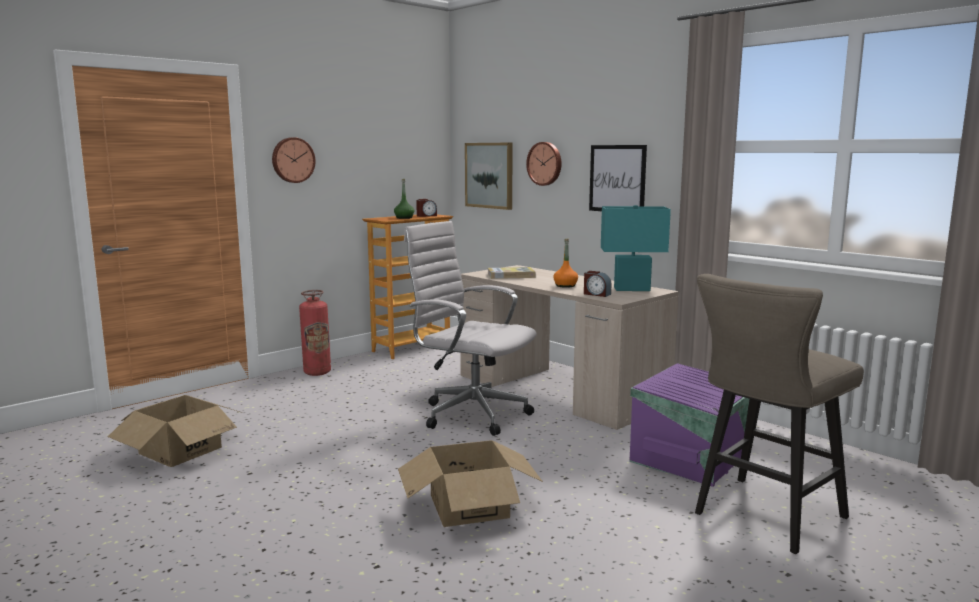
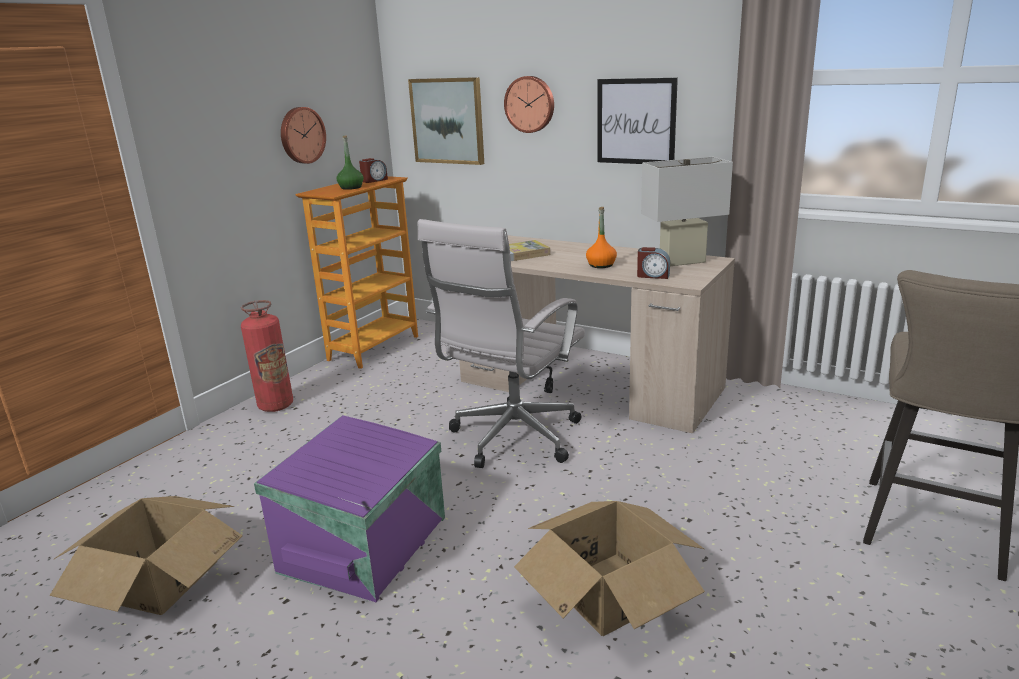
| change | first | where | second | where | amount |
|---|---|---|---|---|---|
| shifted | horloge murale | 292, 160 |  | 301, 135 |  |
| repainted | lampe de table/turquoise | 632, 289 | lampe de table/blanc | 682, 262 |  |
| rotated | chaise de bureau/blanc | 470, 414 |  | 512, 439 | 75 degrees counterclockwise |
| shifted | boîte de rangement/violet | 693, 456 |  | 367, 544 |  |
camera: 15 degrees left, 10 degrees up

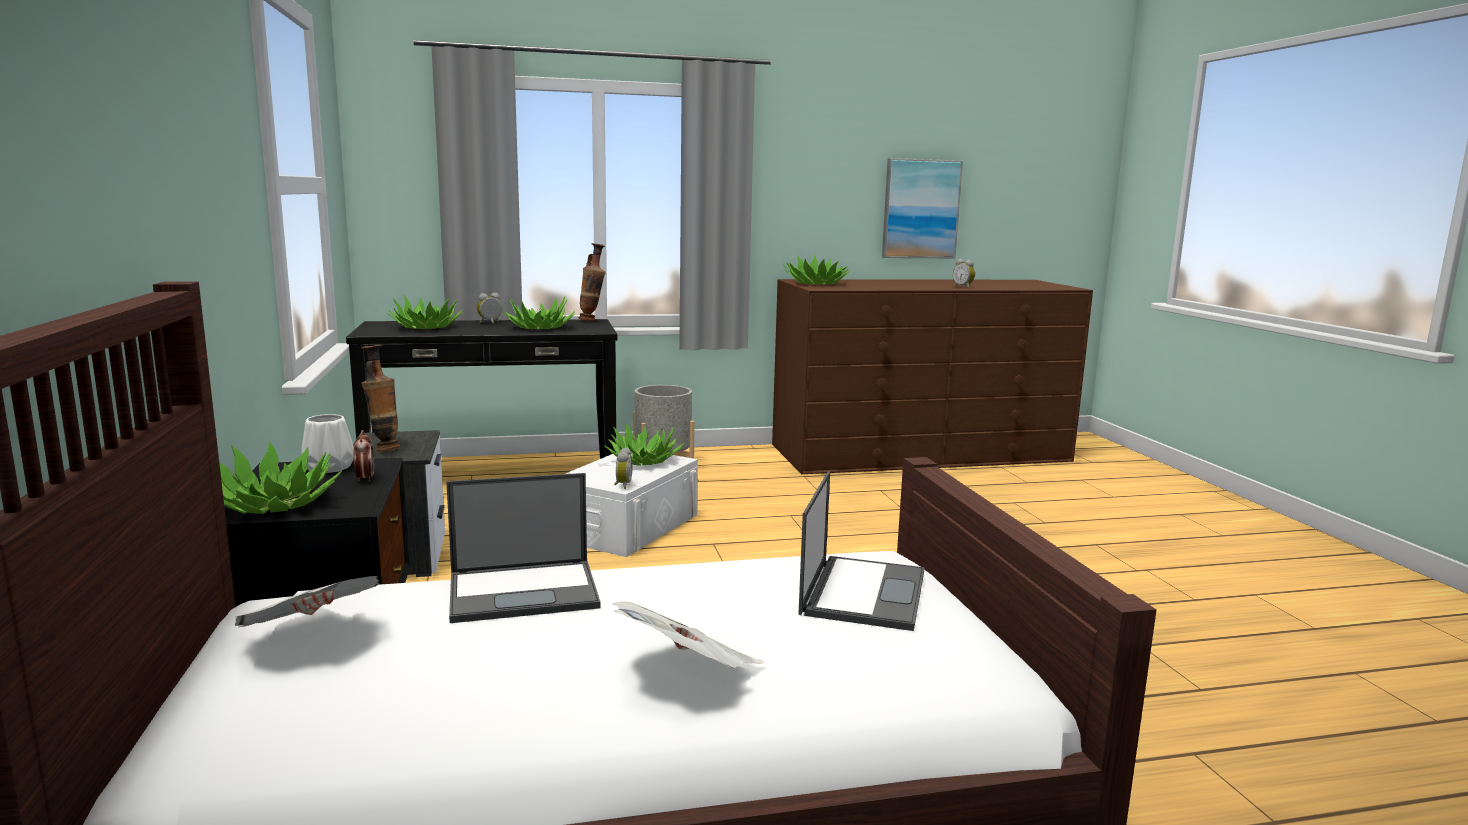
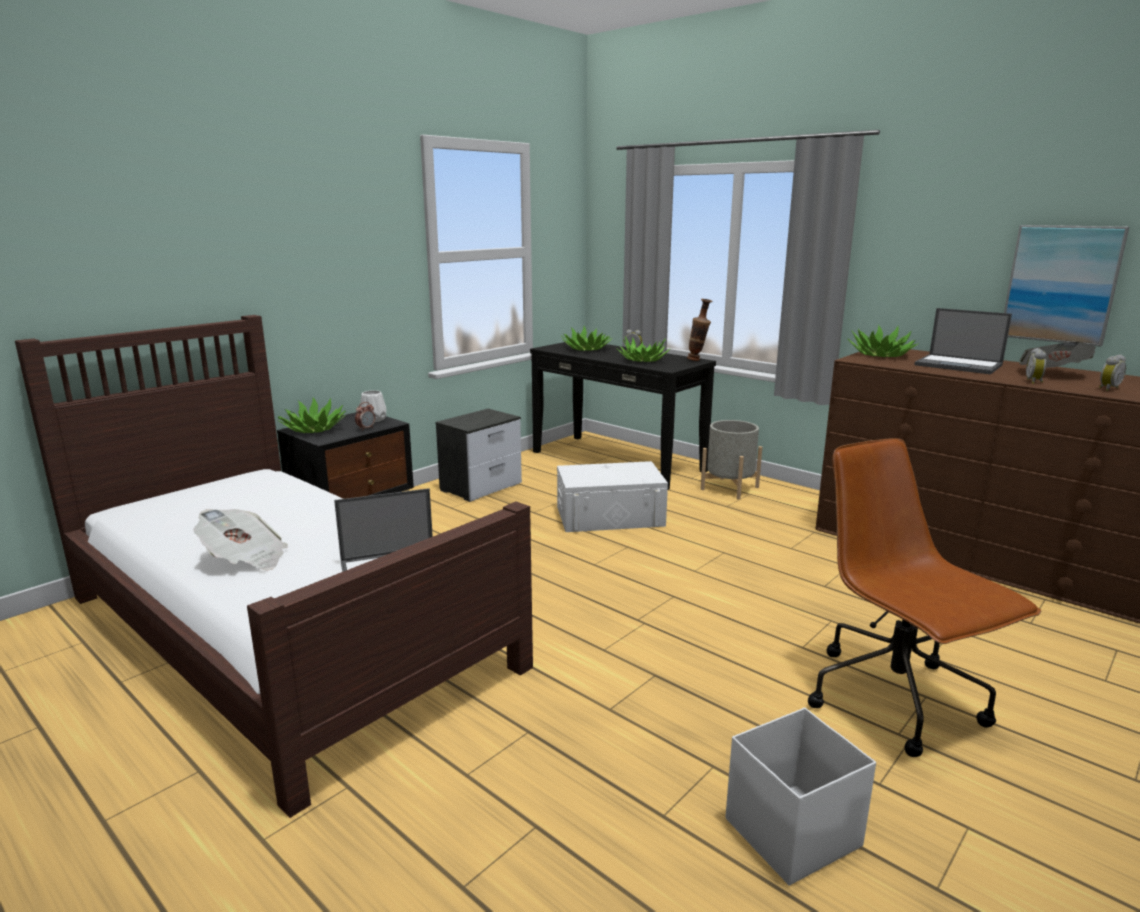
| change | first | where | second | where | amount |
|---|---|---|---|---|---|
| gone | vase | 384, 449 |  |  |  |
| gone | plante en pot | 643, 460 |  |  |  |
| shifted | réveil | 622, 485 |  | 1107, 388 |  |
| shifted | ordinateur portable | 525, 591 |  | 959, 365 |  |
| shifted | journal | 311, 637 |  | 1052, 373 |  |
| new |  |  | chaise de bureau/marron | 896, 700 |  |
| new |  |  | boîte de rangement/blanc | 790, 833 |  |
camera: 55 degrees right, 5 degrees up

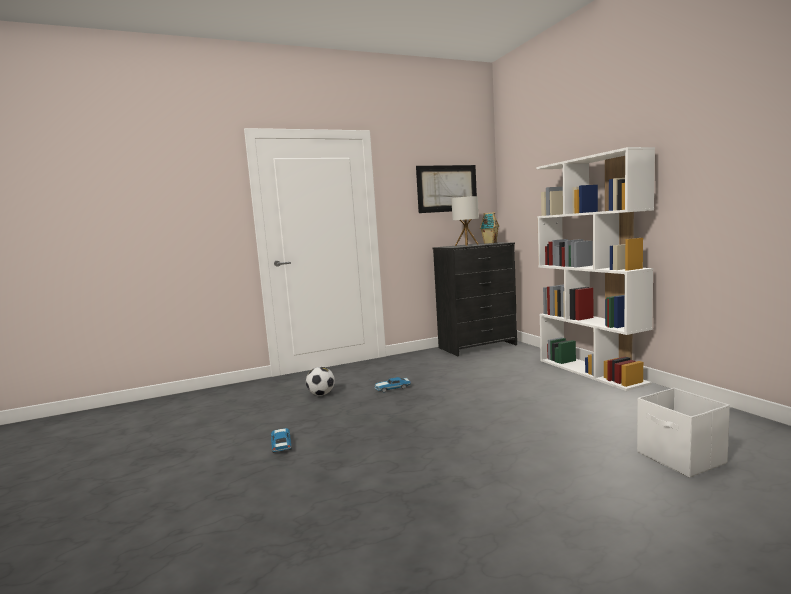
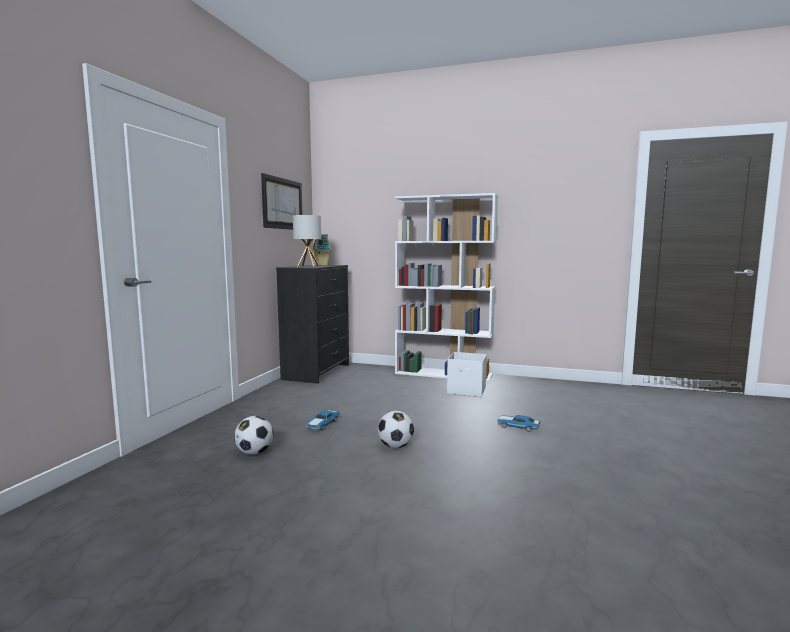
| change | first | where | second | where | amount |
|---|---|---|---|---|---|
| shifted | boîte de rangement/blanc | 681, 458 |  | 467, 391 |  |
| shifted | petite voiture | 281, 444 |  | 517, 427 |  |
| new |  |  | ballon de foot | 395, 446 |  |
camera: 50 degrees left, 0 degrees up

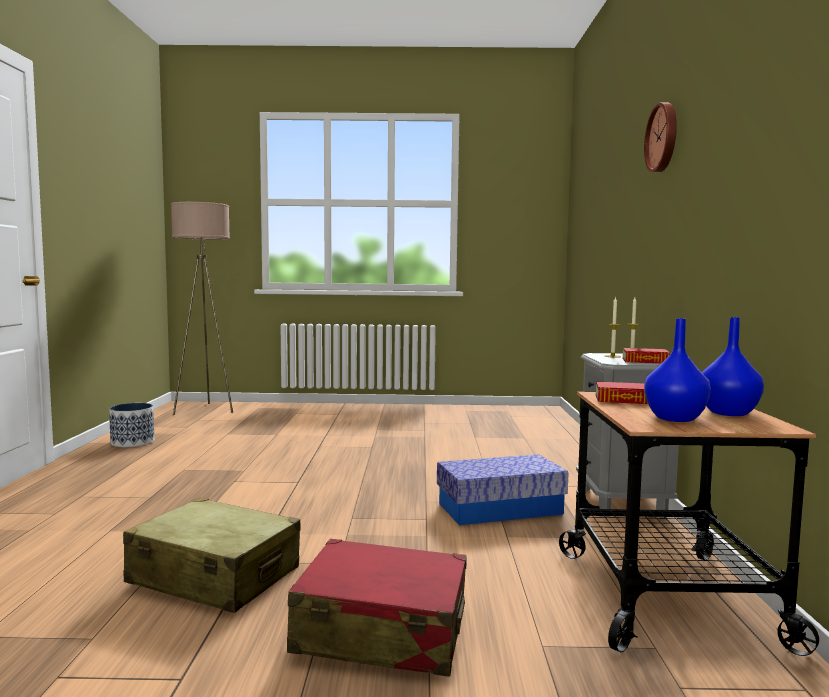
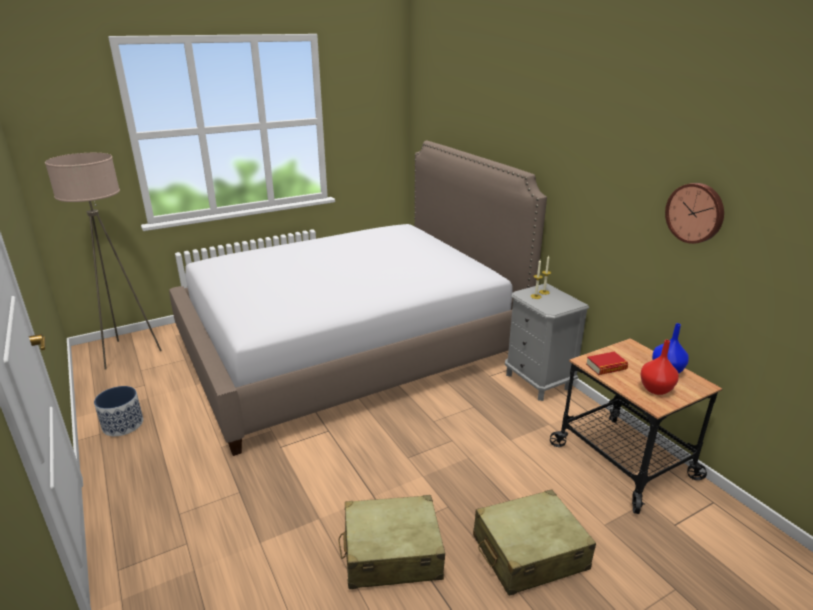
| change | first | where | second | where | amount |
|---|---|---|---|---|---|
| shifted | horloge murale | 663, 138 |  | 695, 212 |  |
| repainted | vase/bleu | 676, 419 | vase/rouge | 656, 389 |  |
| gone | livre | 645, 361 |  |  |  |
| gone | boîte de rangement | 500, 509 |  |  |  |
| repainted | valise/rouge | 381, 632 | valise/beige | 529, 553 |  |
| new |  |  | lit | 350, 349 |  |
camera: 30 degrees left, 20 degrees up

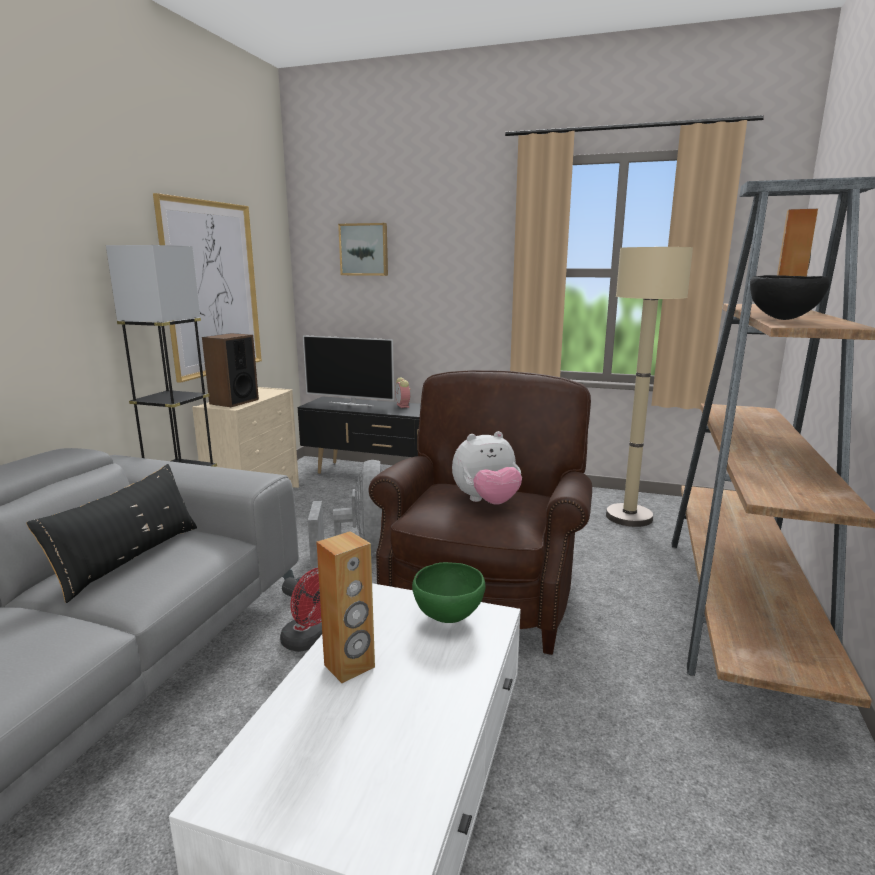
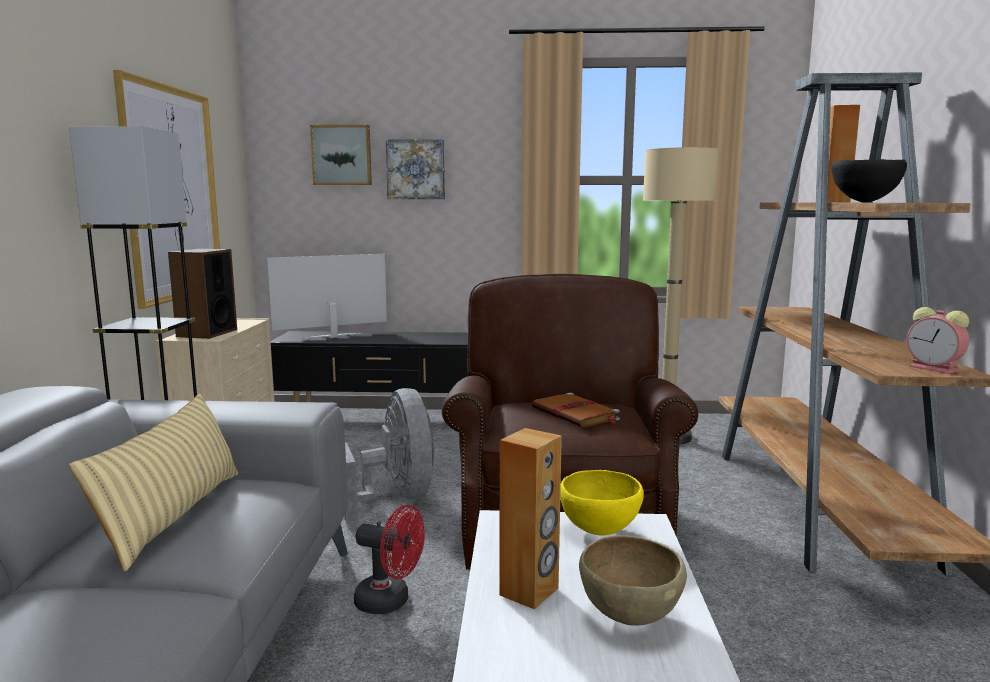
| change | first | where | second | where | amount |
|---|---|---|---|---|---|
| rotated | téléviseur | 351, 404 |  | 333, 336 | 150 degrees clockwise |
| shifted | réveil | 403, 406 |  | 935, 369 |  |
| swapped | peluche | 487, 502 | livre/marron | 576, 414 |  |
| repainted | coussin/noir | 129, 559 | coussin/beige | 174, 515 |  |
| repainted | bol/vert | 448, 618 | bol/jaune | 600, 531 |  |
| new |  |  | tableau | 416, 169 |  |
| new |  |  | bol/marron | 629, 617 |  |
camera: 15 degrees left, 5 degrees down

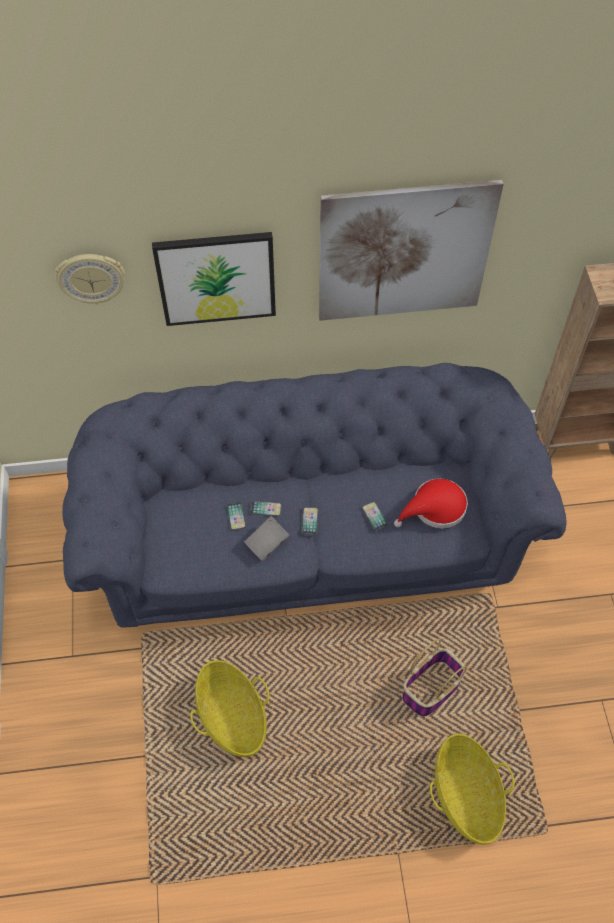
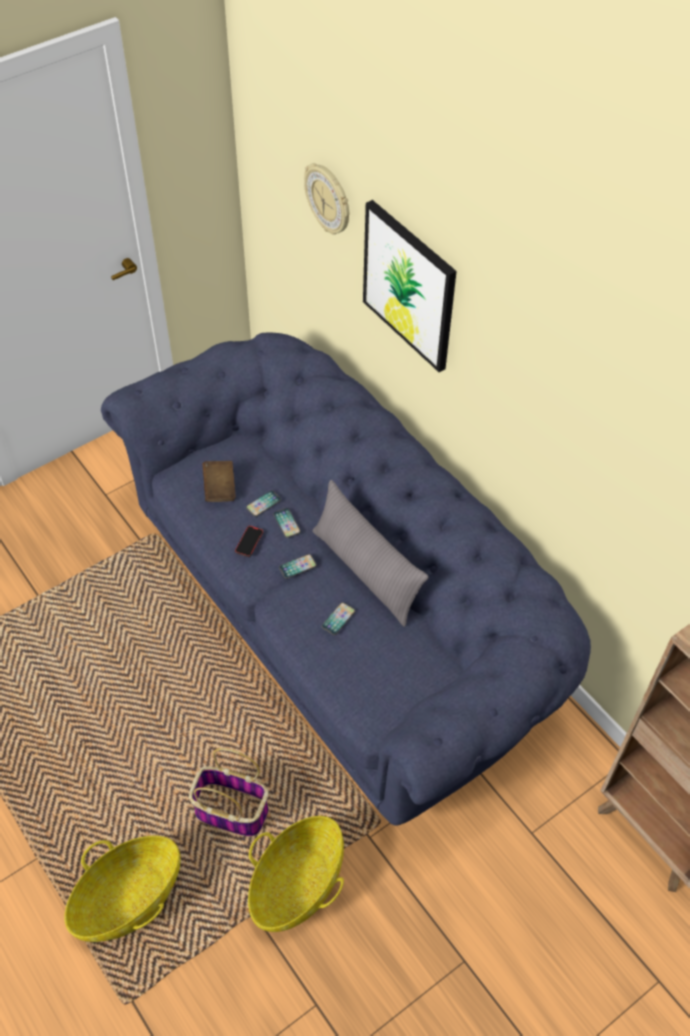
| change | first | where | second | where | amount |
|---|---|---|---|---|---|
| gone | tableau | 404, 252 |  |  |  |
| gone | chapeau/rouge | 435, 508 |  |  |  |
| swapped | livre/gris | 267, 543 | téléphone | 249, 542 |  |
| shifted | panier | 232, 716 |  | 297, 884 |  |
| new |  |  | livre/marron | 220, 488 |  |
| new |  |  | coussin/gris | 366, 572 |  |
camera: 60 degrees right, 5 degrees down

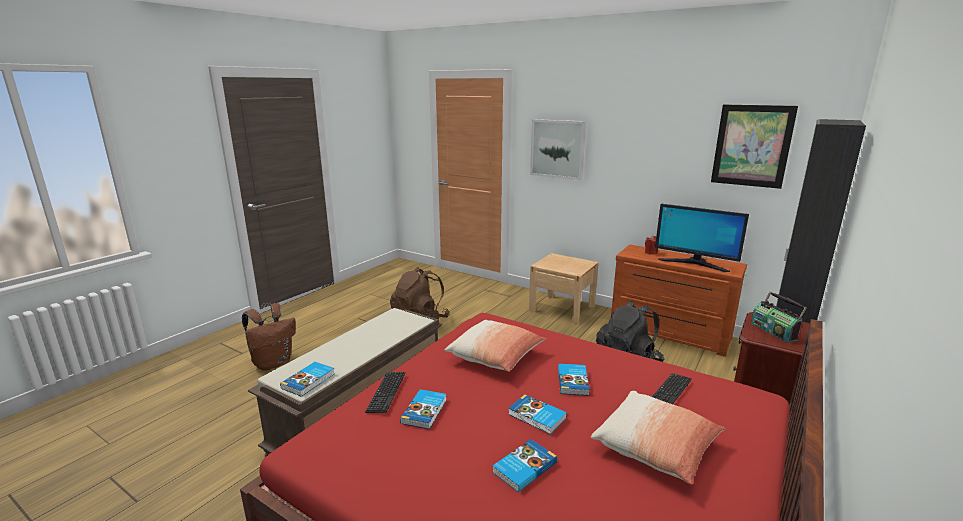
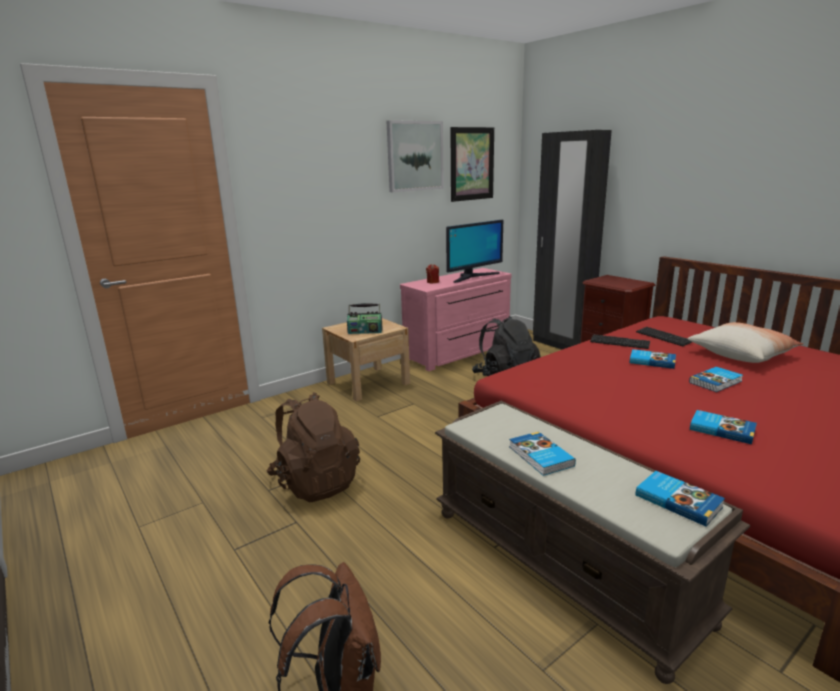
| change | first | where | second | where | amount |
|---|---|---|---|---|---|
| shifted | tableau | 557, 149 |  | 414, 156 |  |
| repainted | commode/marron | 668, 333 | commode/rose | 459, 353 |  |
| shifted | radio | 774, 331 |  | 365, 331 |  |
| gone | coussin | 496, 356 |  |  |  |
| shifted | clavier | 386, 393 |  | 619, 343 |  |
| shifted | livre | 523, 467 |  | 540, 456 |  |
camera: 70 degrees left, 0 degrees up

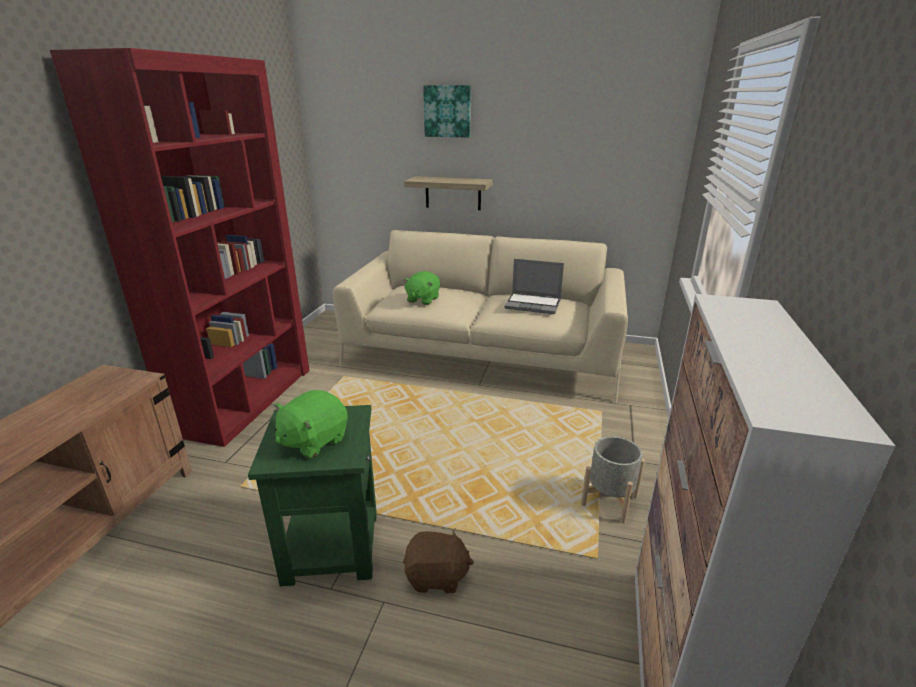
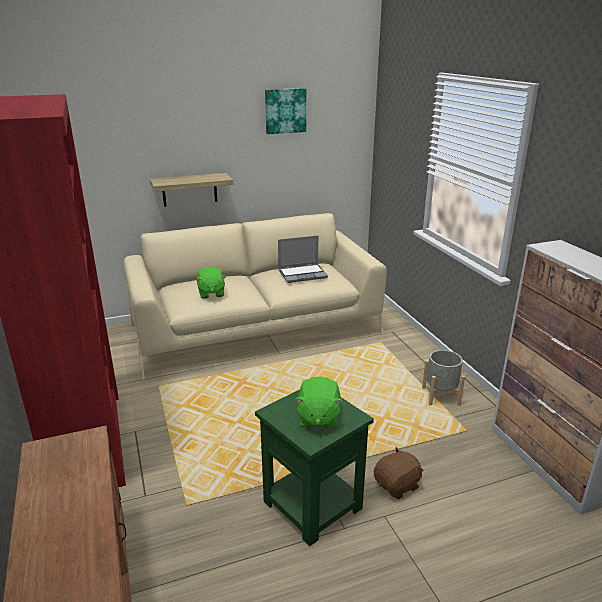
| change | first | where | second | where | amount |
|---|---|---|---|---|---|
| shifted | tableau | 447, 111 |  | 285, 110 |  |
camera: 35 degrees left, 0 degrees up

